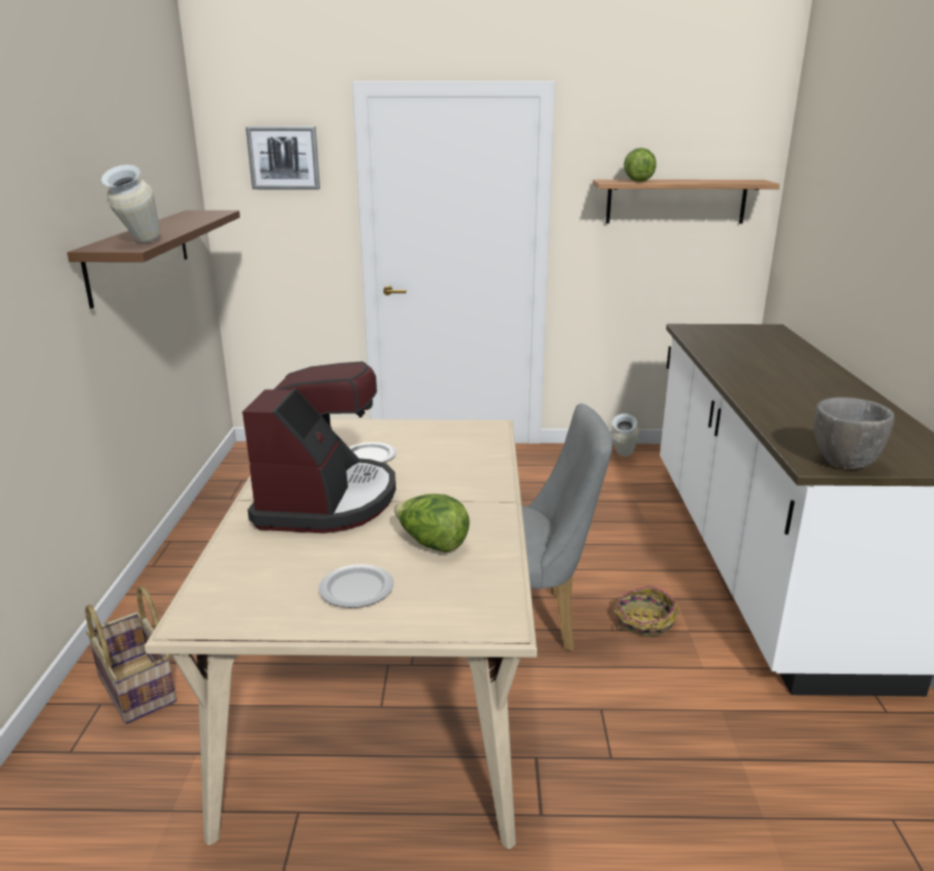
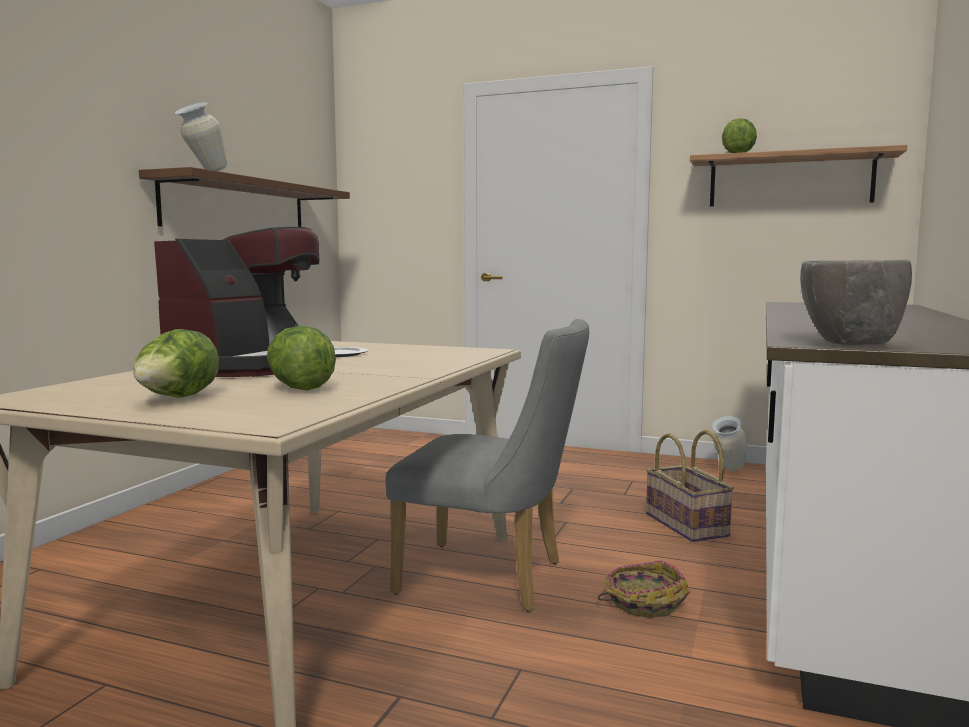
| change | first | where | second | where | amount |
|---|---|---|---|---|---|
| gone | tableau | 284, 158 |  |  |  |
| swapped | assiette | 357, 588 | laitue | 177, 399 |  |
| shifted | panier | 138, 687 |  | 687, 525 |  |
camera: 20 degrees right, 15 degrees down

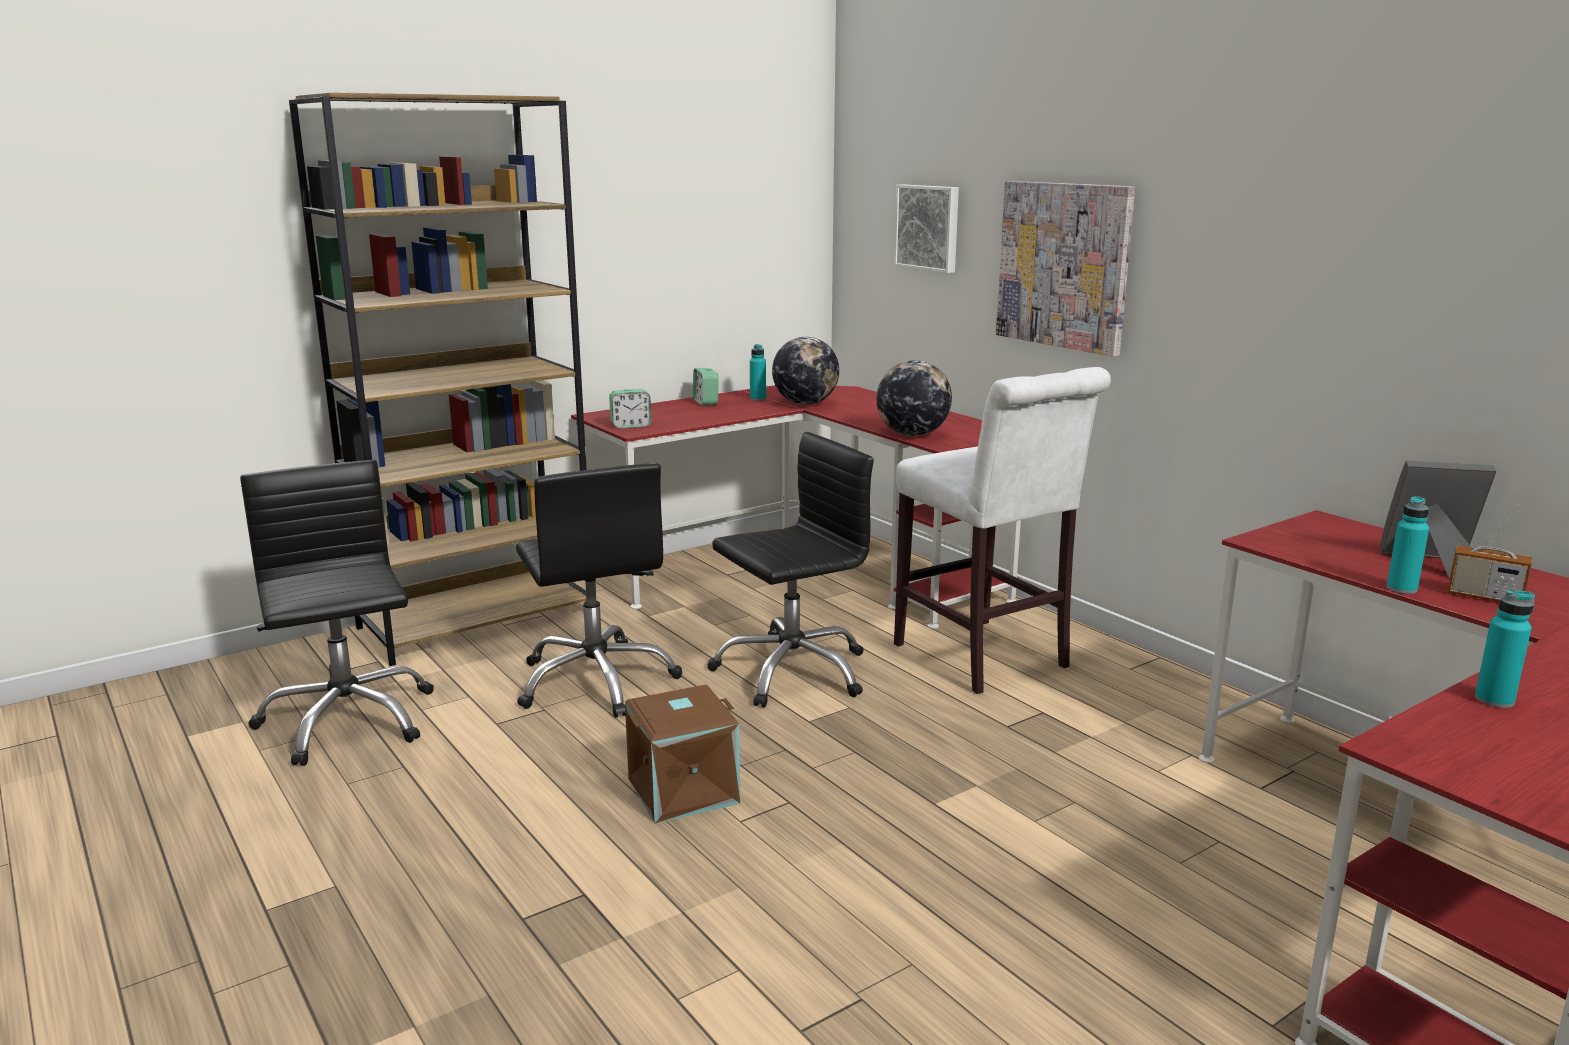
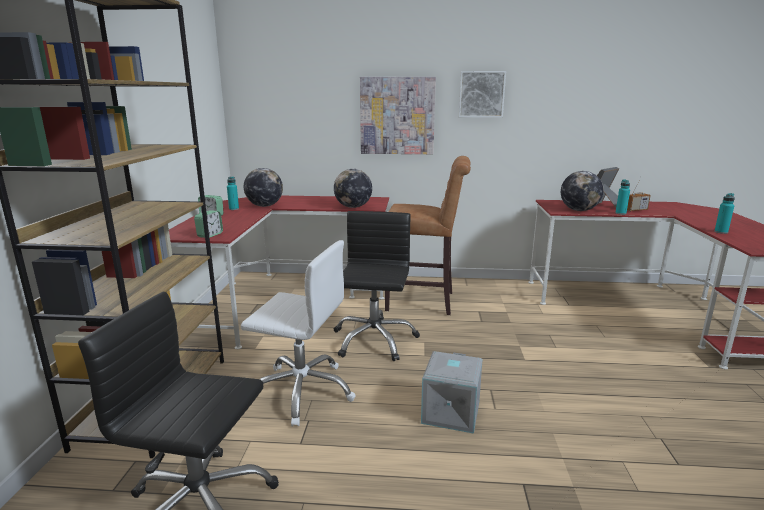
| change | first | where | second | where | amount |
|---|---|---|---|---|---|
| shifted | tableau | 928, 227 |  | 481, 94 |  |
| repainted | tabouret/blanc | 986, 659 | tabouret/marron | 424, 302 |  |
| repainted | chaise de bureau/noir | 597, 681 | chaise de bureau/blanc | 302, 391 |  |
| repainted | boîte de rangement/marron | 683, 789 | boîte de rangement/gris | 449, 412 |  |
| new |  |  | globe | 579, 210 |  |
camera: 50 degrees left, 0 degrees up

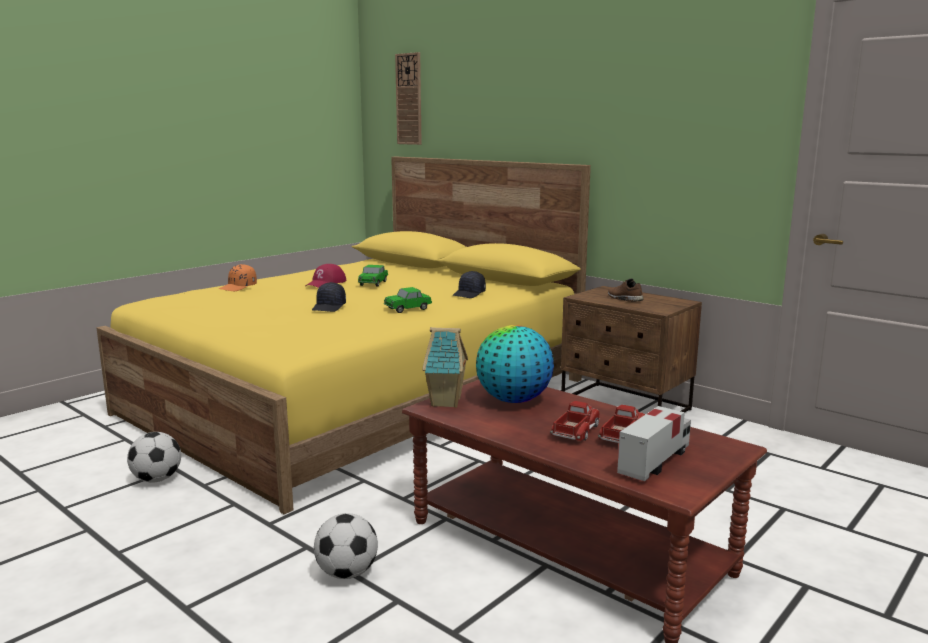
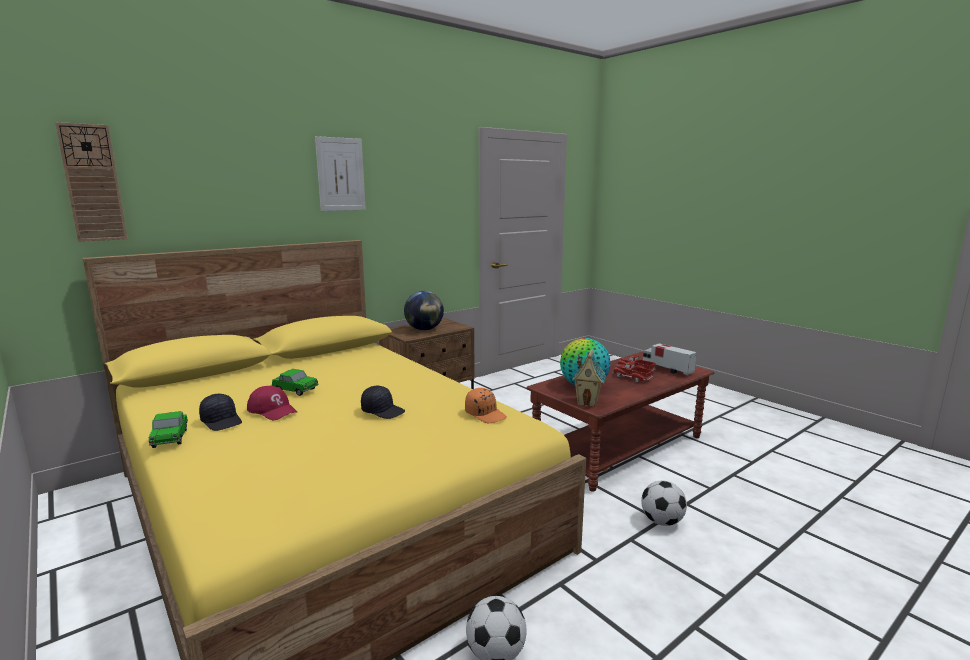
| change | first | where | second | where | amount |
|---|---|---|---|---|---|
| shifted | casquette/orange | 238, 287 |  | 485, 414 |  |
| shifted | casquette/noir | 469, 294 |  | 222, 421 |  |
| swapped | chaussure/marron | 623, 299 | globe | 424, 330 |  |
| shifted | petite voiture | 408, 309 |  | 170, 438 |  |
| new |  |  | tableau | 341, 174 |  |
camera: 80 degrees left, 0 degrees up

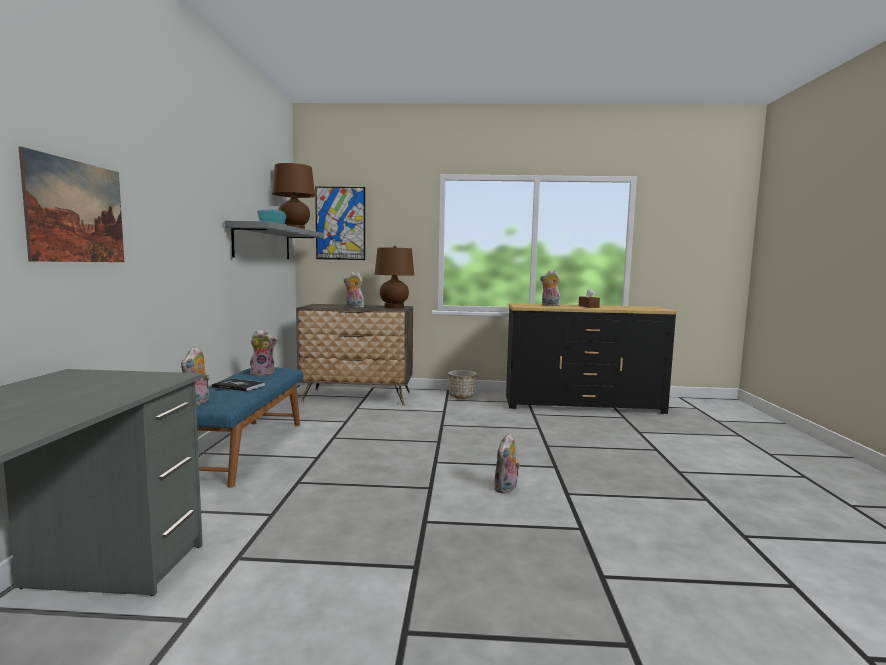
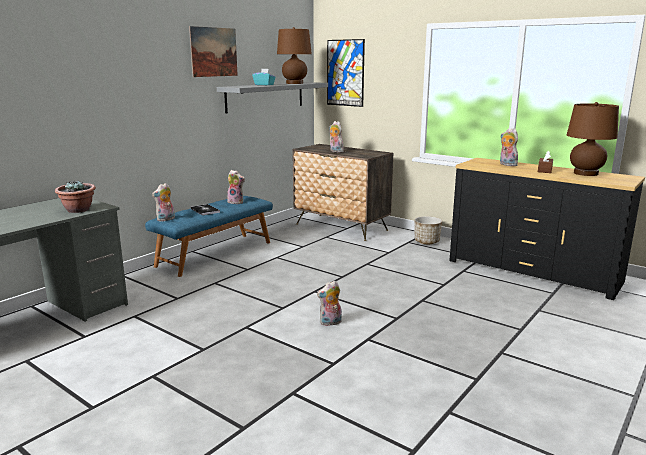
| change | first | where | second | where | amount |
|---|---|---|---|---|---|
| shifted | tableau | 76, 212 |  | 214, 52 |  |
| shifted | lampe de table/marron | 394, 307 |  | 585, 173 |  |
| new |  |  | plante en pot | 78, 210 |  |
camera: 35 degrees right, 10 degrees up

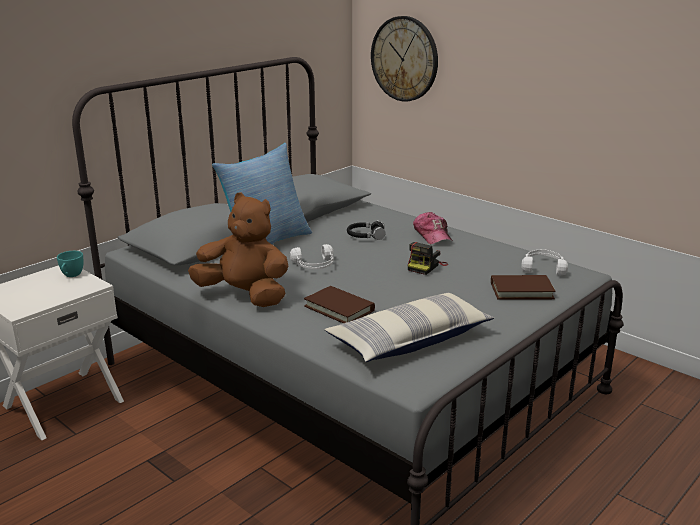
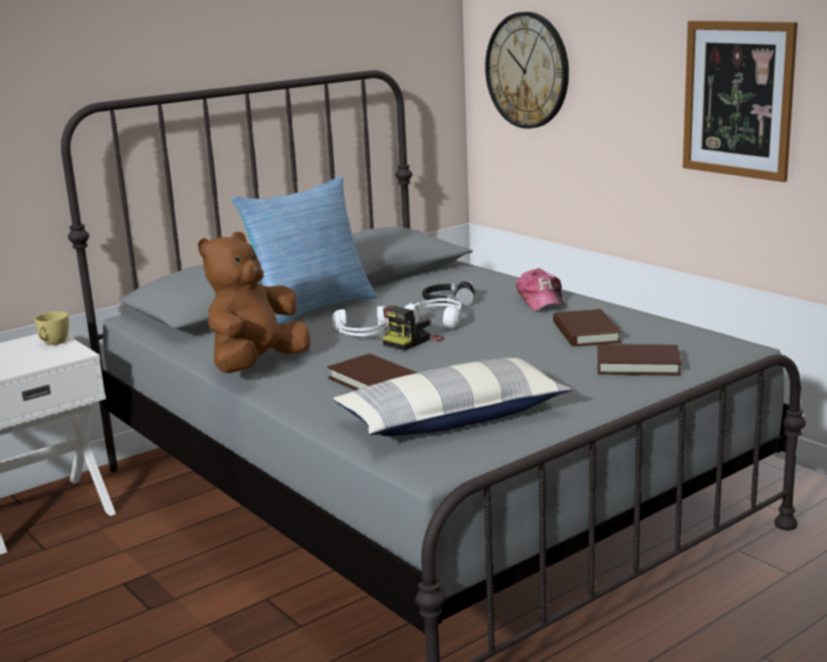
| change | first | where | second | where | amount |
|---|---|---|---|---|---|
| rotated | peluche/marron | 245, 295 |  | 256, 365 | 90 degrees counterclockwise |
| shifted | appareil photo | 426, 266 |  | 412, 341 |  |
| shifted | casque audio/blanc | 543, 268 |  | 437, 321 |  |
| repainted | tasse/turquoise | 71, 275 | tasse/jaune | 53, 343 |  |
| new |  |  | tableau | 738, 99 |  |
| new |  |  | livre/marron | 586, 333 |  |
camera: 10 degrees right, 5 degrees down

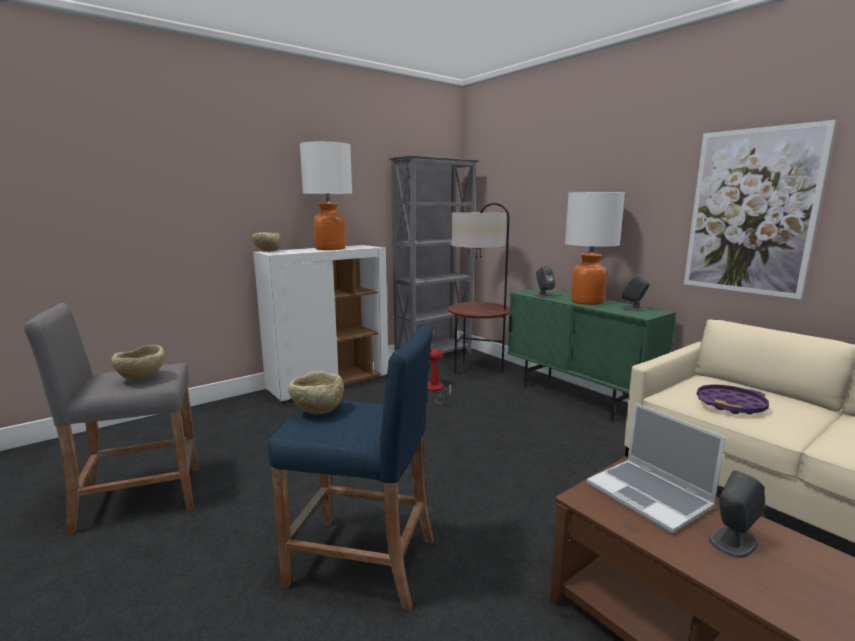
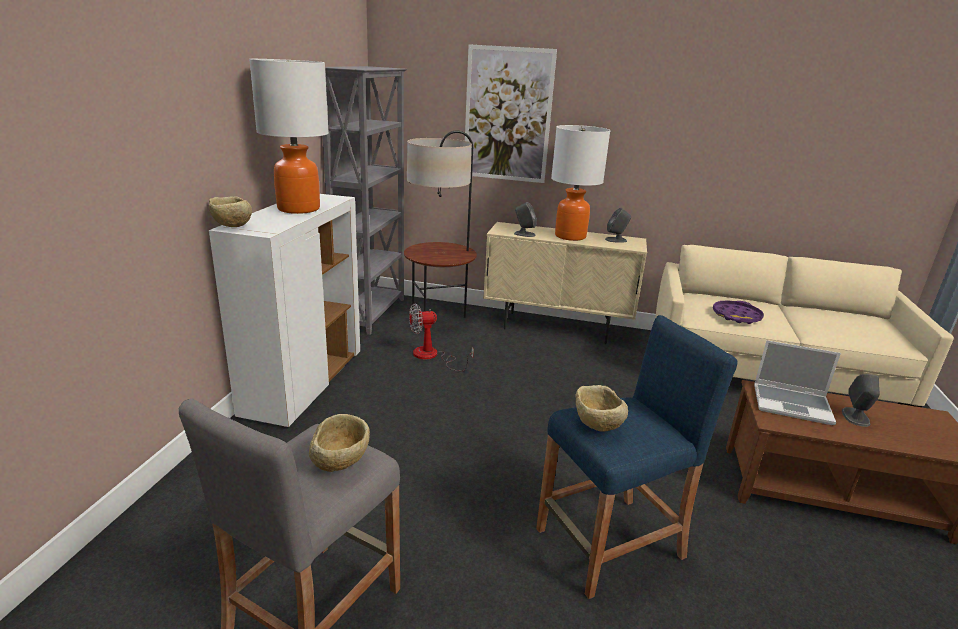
| change | first | where | second | where | amount |
|---|---|---|---|---|---|
| shifted | tableau | 750, 212 |  | 507, 115 |  |
| repainted | meuble de rangement/vert | 577, 397 | meuble de rangement/beige | 557, 328 |  |
camera: 40 degrees left, 10 degrees up

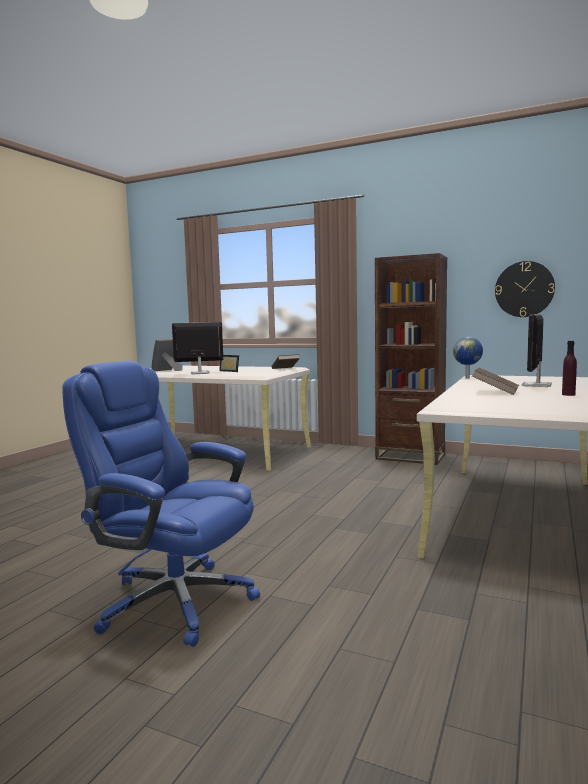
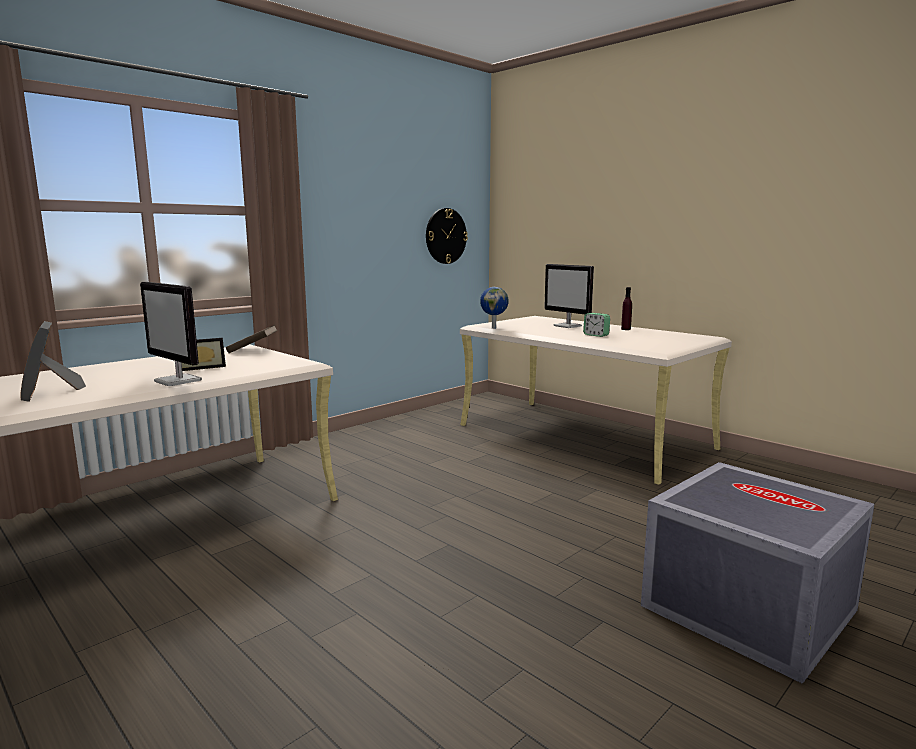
| change | first | where | second | where | amount |
|---|---|---|---|---|---|
| gone | bibliothèque/marron | 410, 456 |  |  |  |
| rotated | écran d'ordinateur | 199, 373 |  | 179, 381 | 60 degrees counterclockwise |
| swapped | chaise de bureau/bleu | 173, 601 | boîte de rangement/gris | 744, 608 |  |
| swapped | livre/marron | 495, 392 | réveil | 596, 335 |  |
camera: 70 degrees left, 5 degrees up

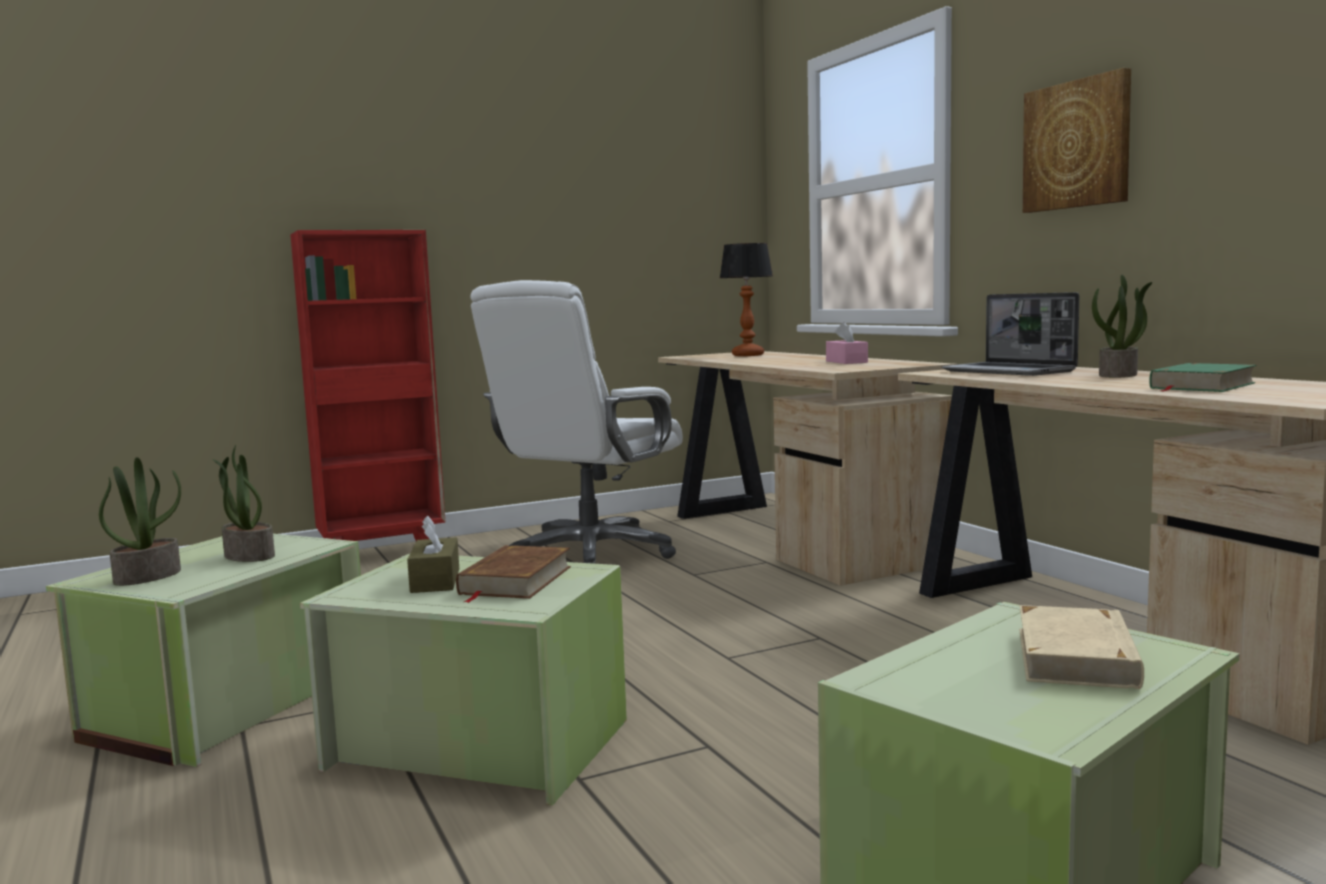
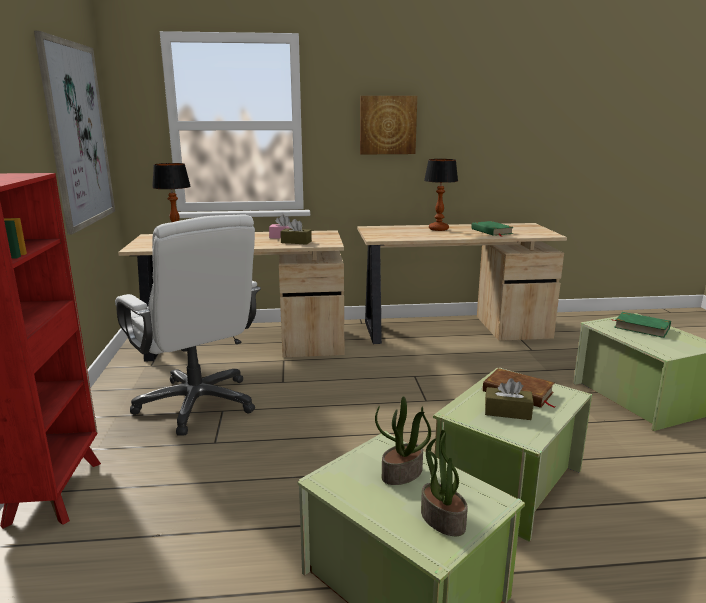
| change | first | where | second | where | amount |
|---|---|---|---|---|---|
| swapped | plante en pot | 1118, 375 | lampe de table | 439, 229 |  |
| gone | ordinateur portable | 1010, 371 |  |  |  |
| repainted | livre/beige | 1077, 657 | livre/vert | 641, 328 |  |
| new |  |  | tableau | 77, 135 |  |
| new |  |  | boîte à mouchoirs/marron | 296, 242 |  |
camera: 70 degrees left, 10 degrees up

